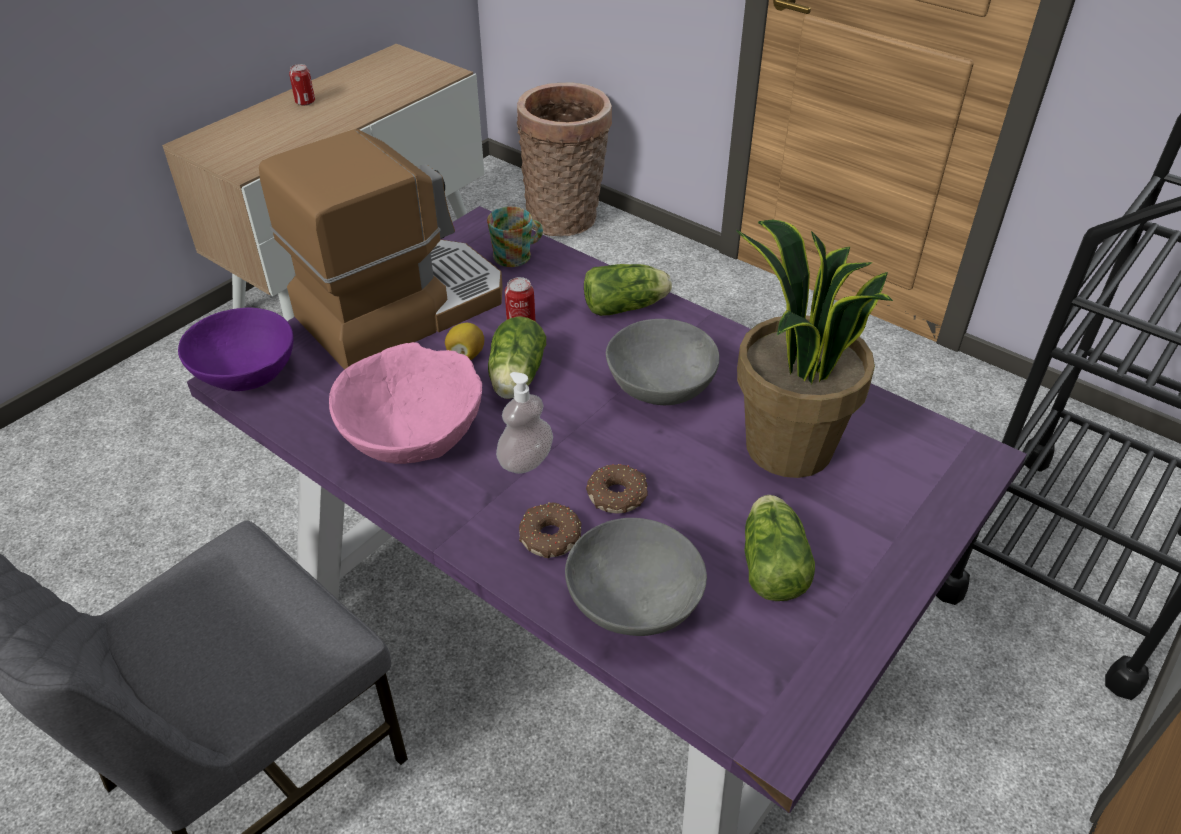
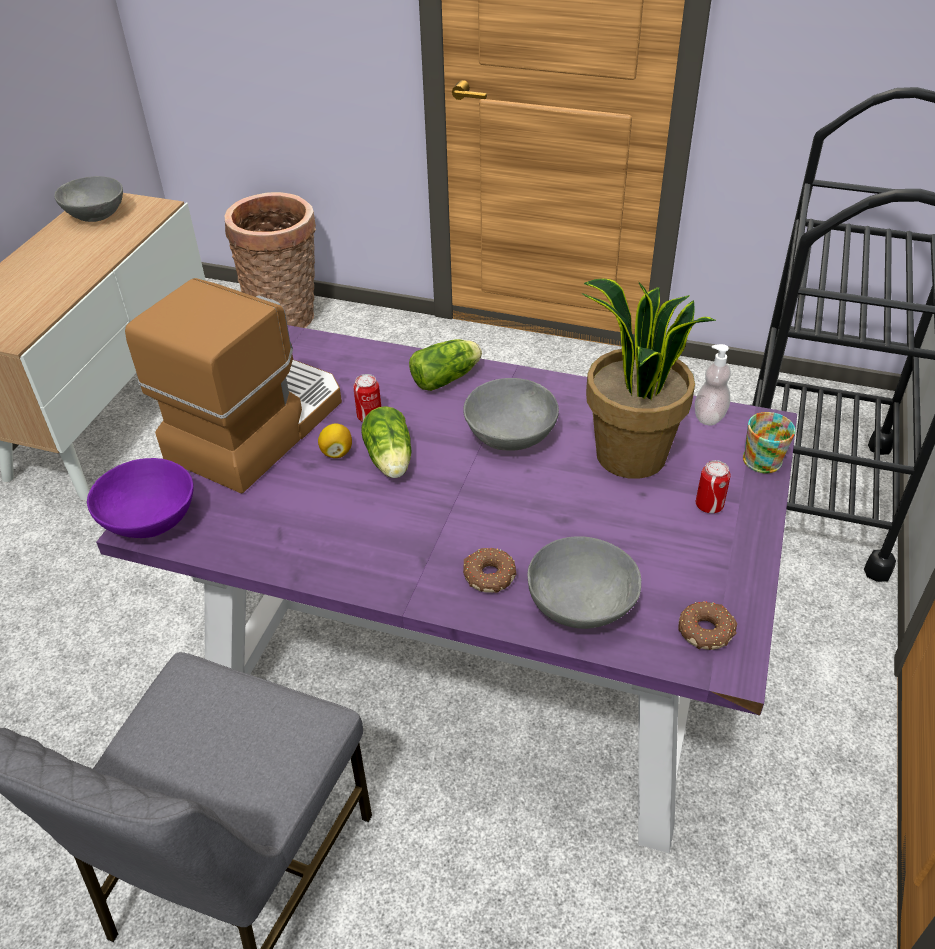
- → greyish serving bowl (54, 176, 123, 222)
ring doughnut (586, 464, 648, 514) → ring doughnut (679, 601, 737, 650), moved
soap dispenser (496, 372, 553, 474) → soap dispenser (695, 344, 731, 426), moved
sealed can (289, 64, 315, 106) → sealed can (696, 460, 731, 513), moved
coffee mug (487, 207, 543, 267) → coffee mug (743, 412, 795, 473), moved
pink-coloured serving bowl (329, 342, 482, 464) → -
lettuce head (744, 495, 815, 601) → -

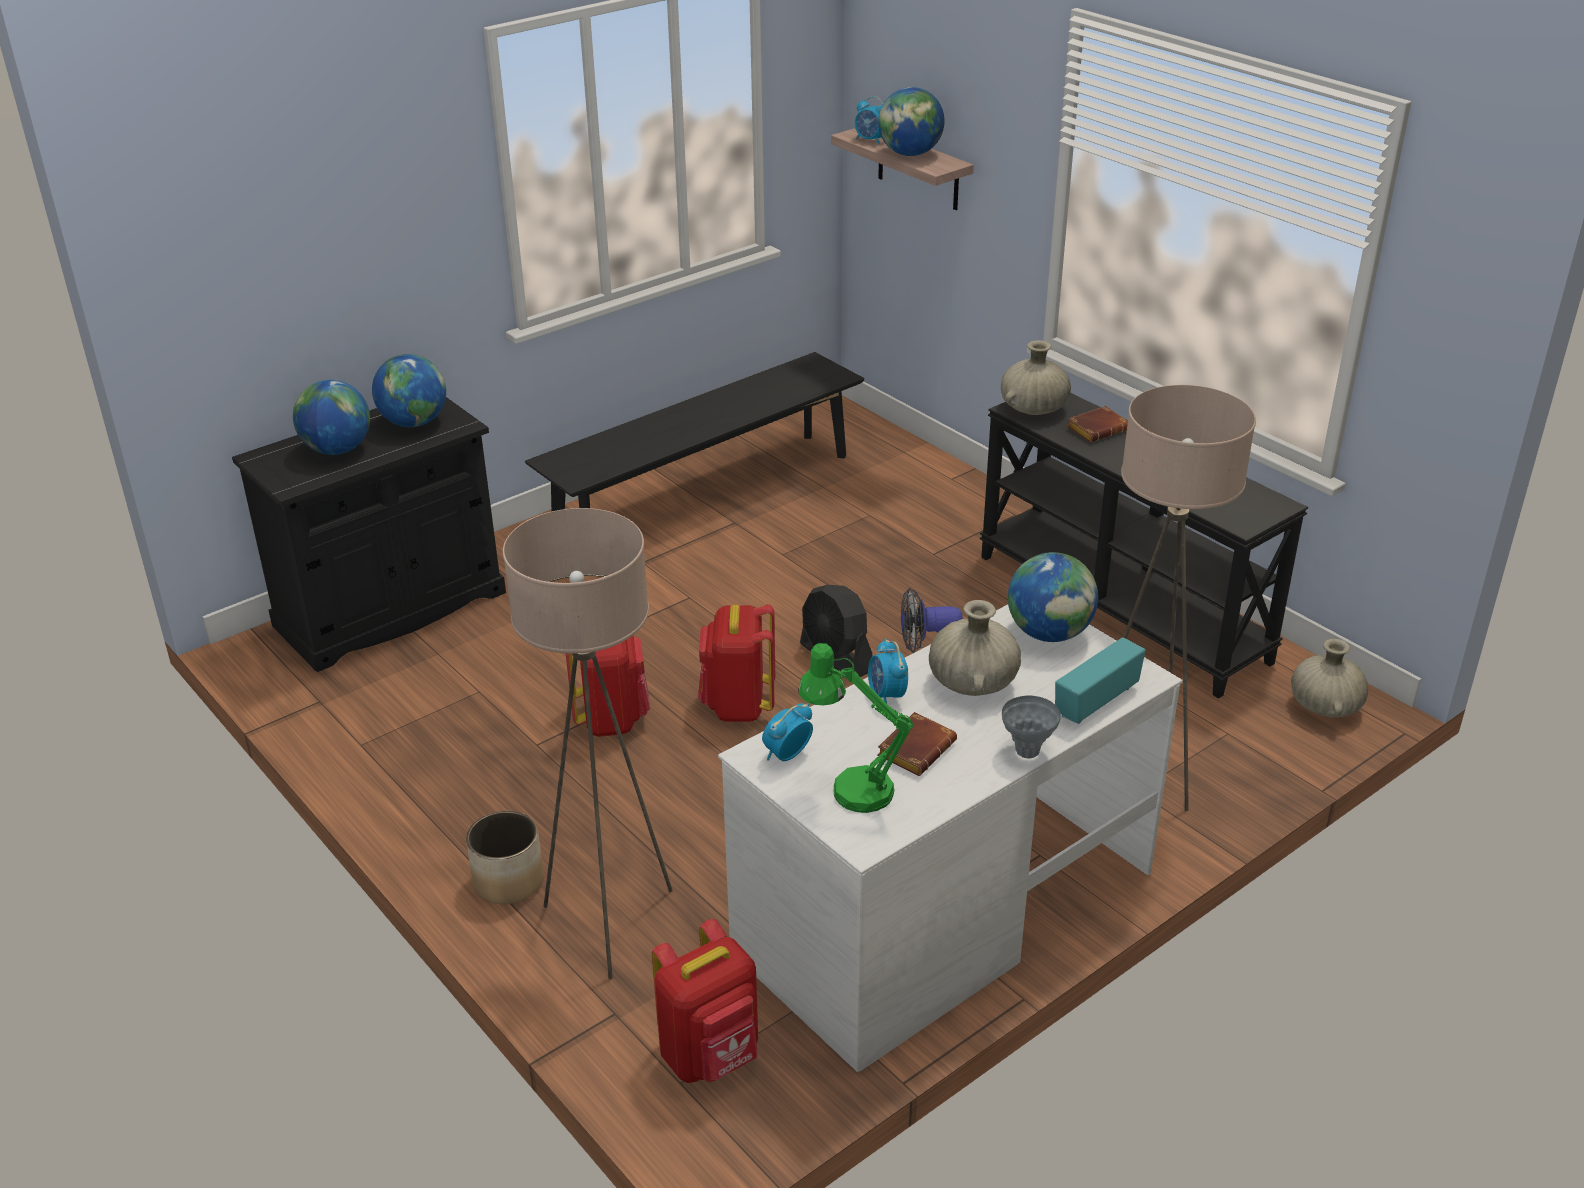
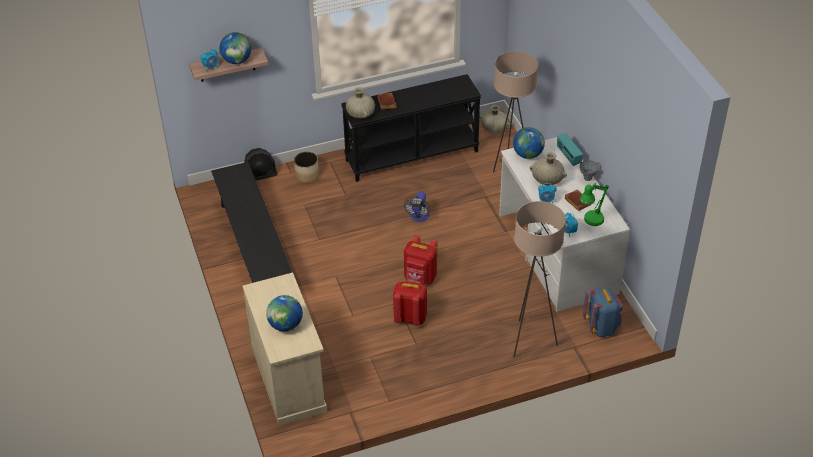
black cabinet (232, 397, 506, 672) → beige-coloured cabinet (242, 273, 327, 426)
black cooling fan (800, 585, 872, 677) → black cooling fan (244, 148, 277, 180), moved
flower pot (466, 811, 544, 904) → flower pot (294, 152, 319, 183), moved
red knapsack (652, 919, 758, 1083) → blue-coloured knapsack (583, 287, 623, 337)
world globe (372, 354, 446, 427) → -

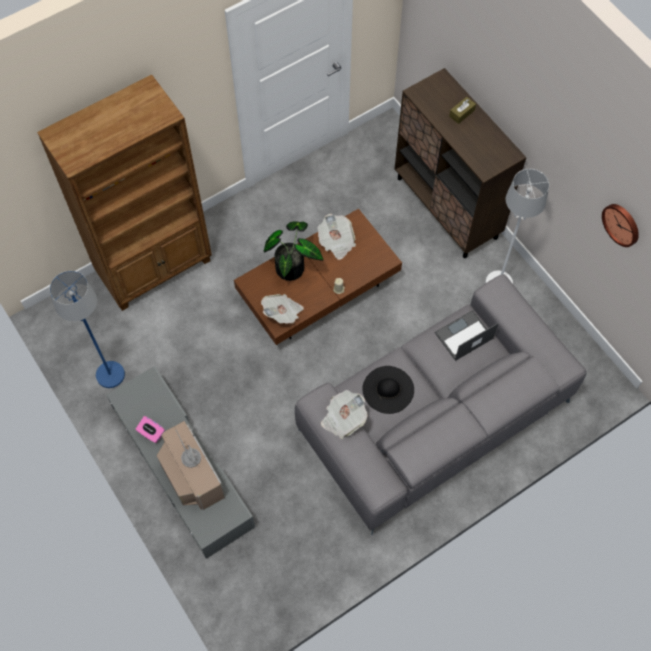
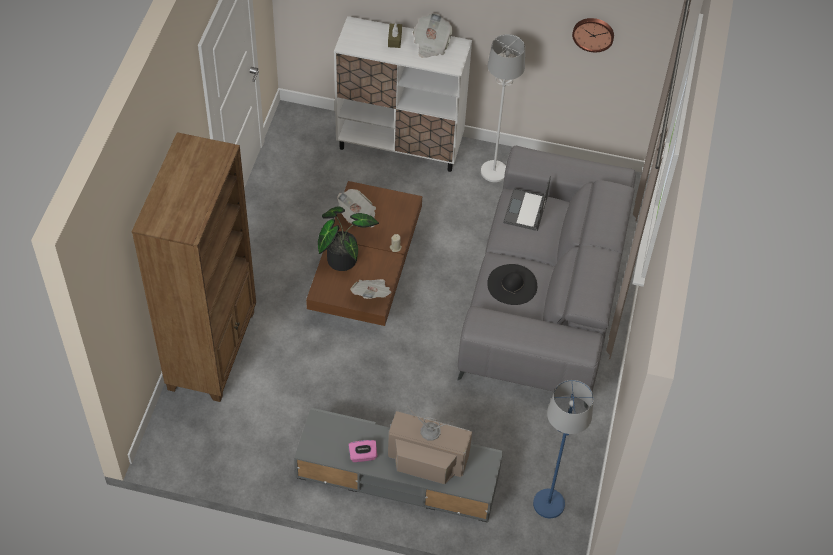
brown-coloured cabinet (395, 68, 527, 258) → white cabinet (334, 16, 472, 172)
printed paper (321, 390, 367, 439) → printed paper (413, 13, 453, 58), moved
blue-coloured standing lamp (50, 271, 125, 388) → blue-coloured standing lamp (533, 380, 594, 518), moved

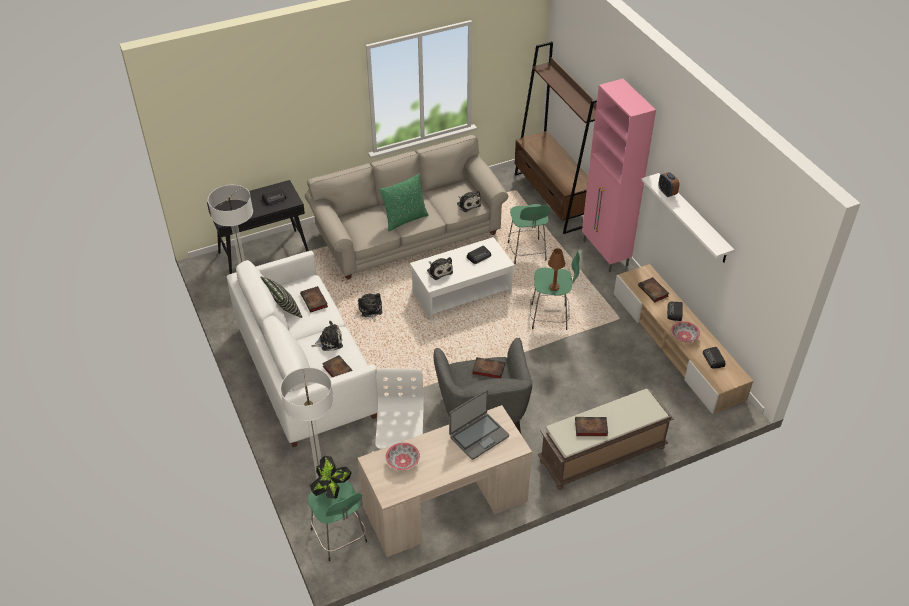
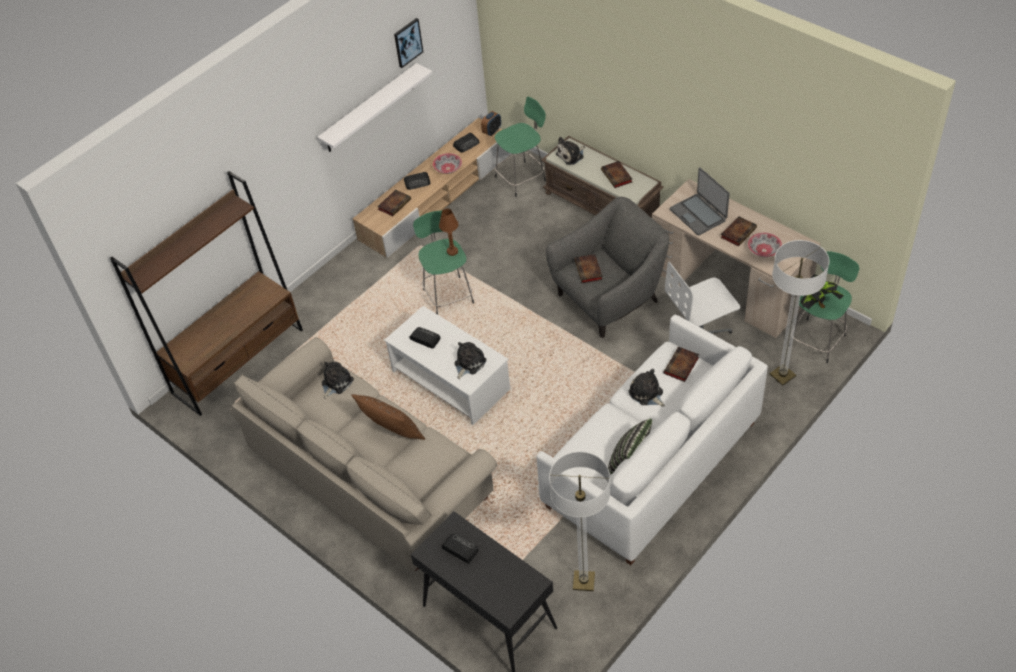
green pillow (379, 173, 429, 231) → brown-coloured pillow (351, 394, 425, 440)
- → wall picture (394, 18, 423, 68)
bedside clock (658, 172, 680, 197) → bedside clock (481, 111, 501, 136), moved
green stool (508, 204, 550, 264) → green stool (495, 97, 546, 197), moved
cuddly toy (358, 293, 382, 322) → cuddly toy (556, 137, 585, 165), moved
notebook computer (449, 390, 509, 460) → notebook computer (670, 167, 729, 235), 150 degrees counterclockwise
book (300, 286, 328, 312) → book (721, 216, 757, 246), moved
pink-coloured cabinet (582, 79, 656, 272) → -

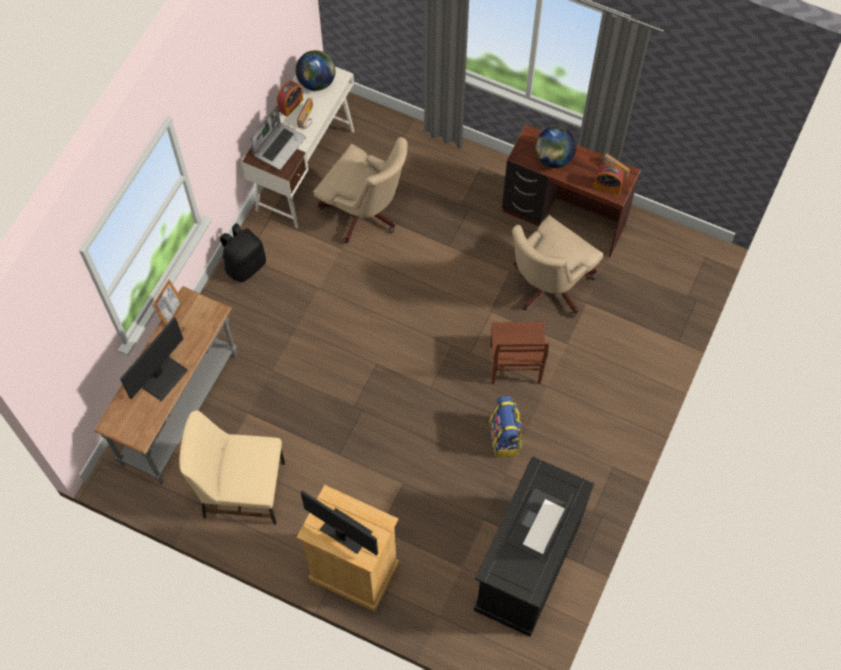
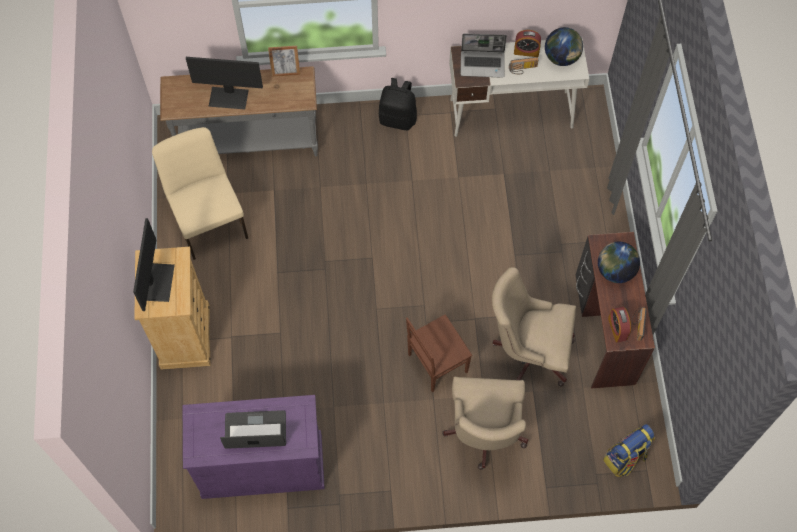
black cabinet (474, 456, 594, 637) → purplish cabinet (183, 395, 325, 499)
beige-coloured desk chair (313, 137, 408, 243) → beige-coloured desk chair (442, 377, 528, 470), moved
knapsack (489, 396, 523, 458) → knapsack (603, 424, 655, 477), moved

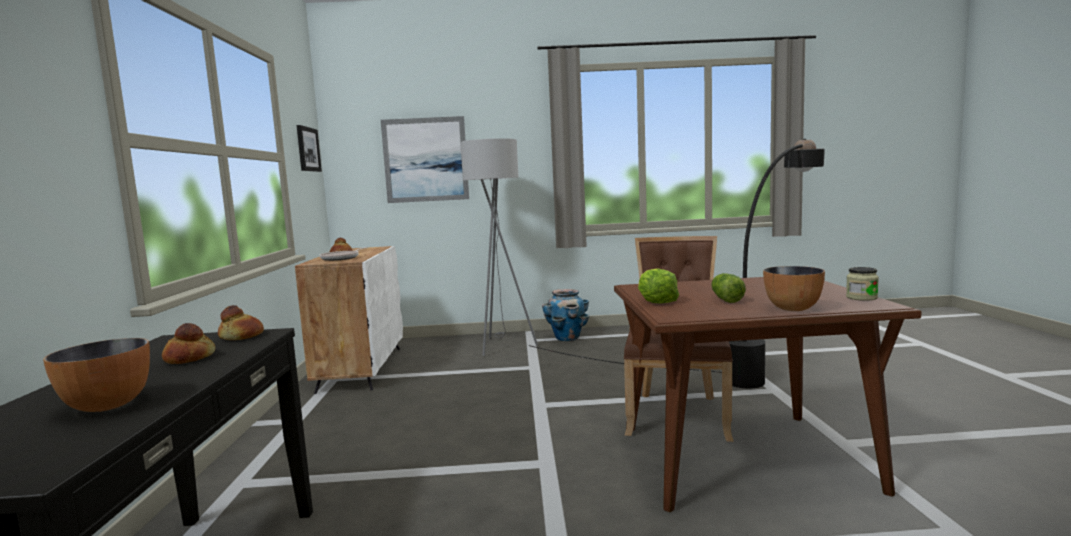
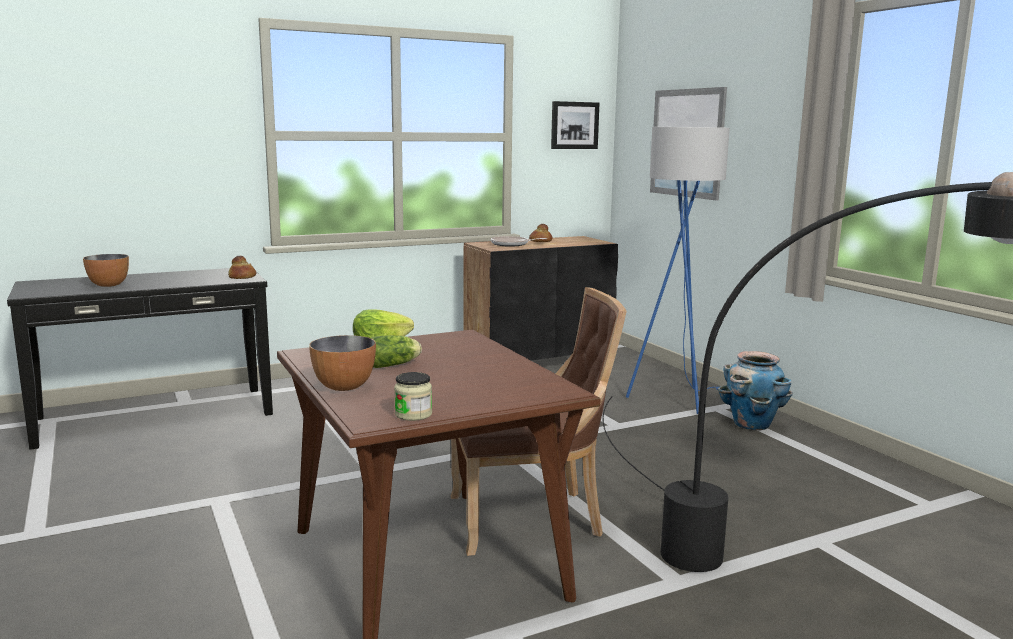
white cabinet (295, 246, 403, 394) → black cabinet (464, 236, 618, 360)
greyish standing lamp (460, 138, 538, 356) → blue-coloured standing lamp (626, 127, 730, 414)
baked bread (162, 323, 215, 364) → -

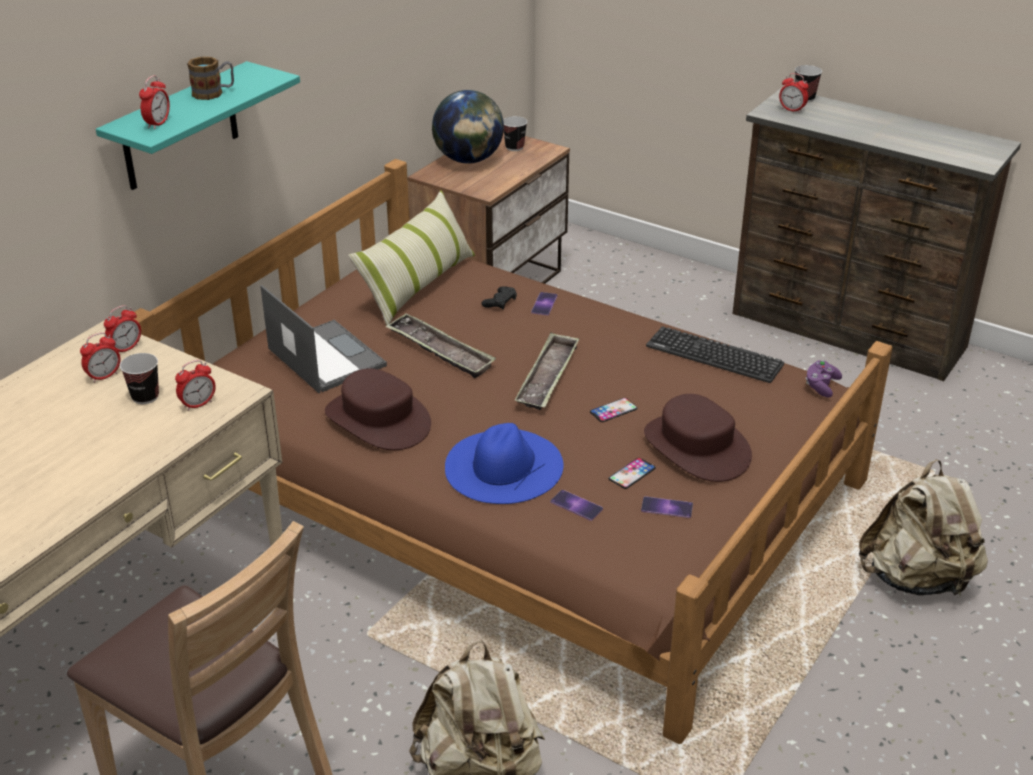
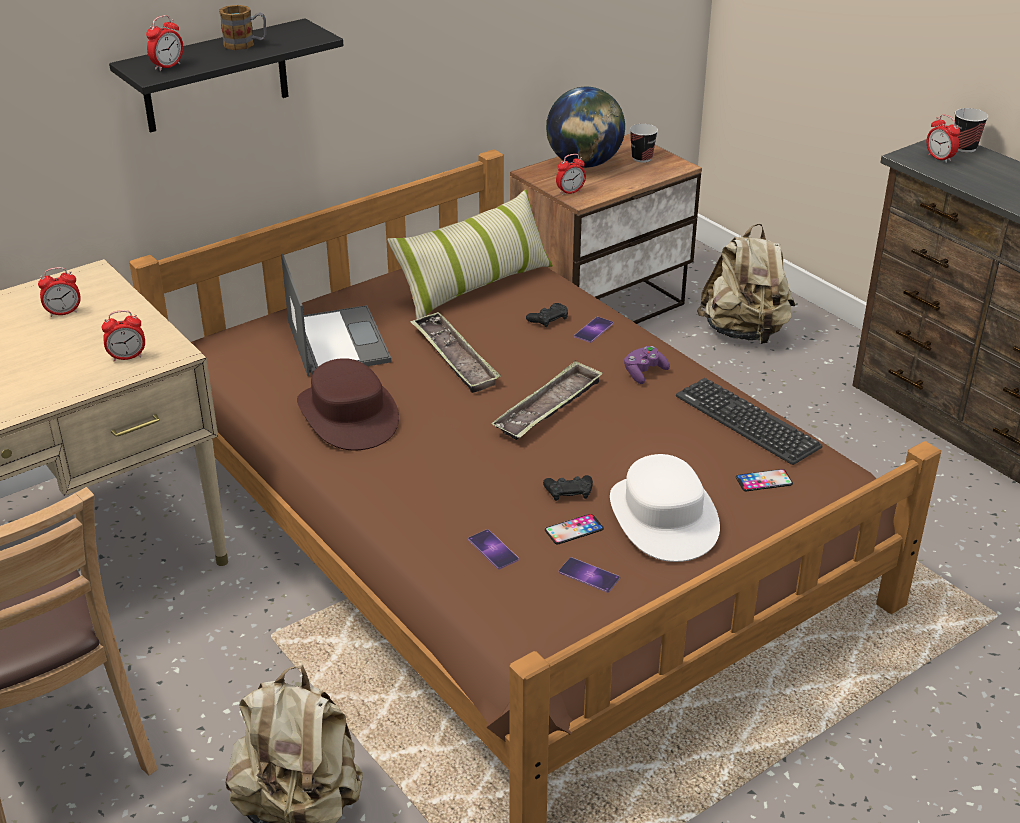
turquoise-coloured shelf (96, 61, 300, 190) → black shelf (109, 18, 344, 133)
- → black gamepad (543, 475, 593, 501)
bedside clock (104, 305, 141, 352) → bedside clock (556, 154, 586, 195), moved
brown-coloured hat (644, 394, 752, 482) → white hat (610, 454, 720, 562)
purplish gamepad (806, 360, 842, 397) → purplish gamepad (624, 346, 670, 384), moved
beige-coloured knapsack (859, 459, 988, 596) → beige-coloured knapsack (697, 223, 795, 344), moved
telephone (590, 398, 638, 422) → telephone (736, 469, 793, 491), moved
drinking cup (120, 353, 159, 404) → -
blue-coloured hat (445, 423, 564, 504) → -

